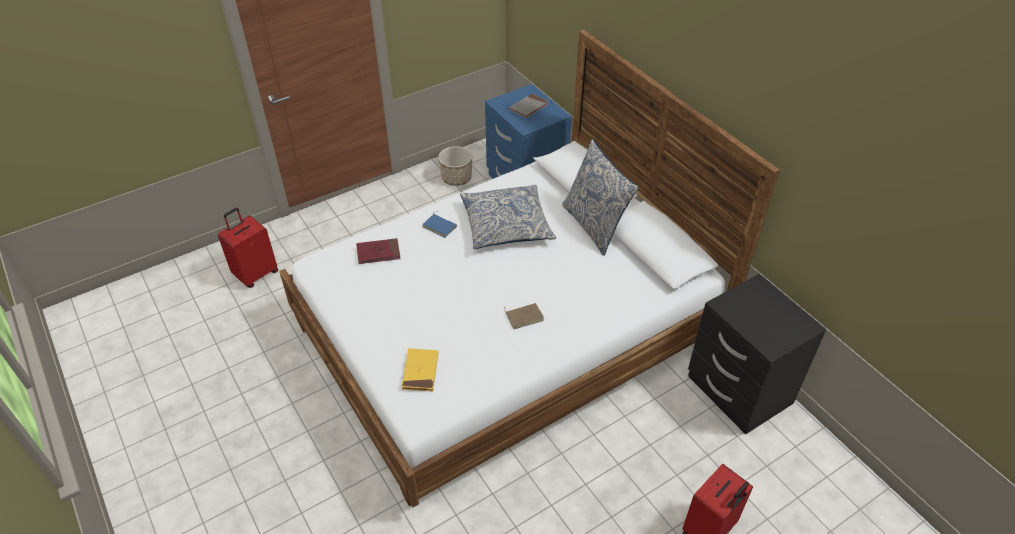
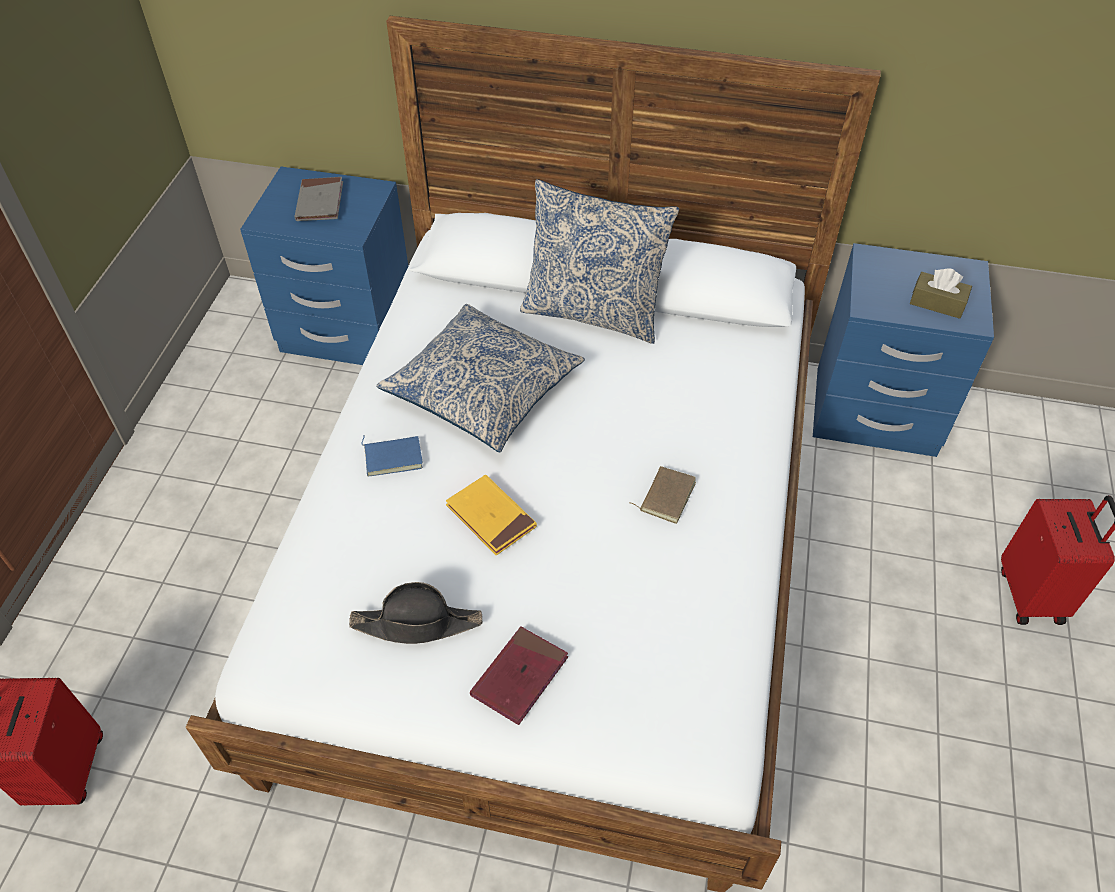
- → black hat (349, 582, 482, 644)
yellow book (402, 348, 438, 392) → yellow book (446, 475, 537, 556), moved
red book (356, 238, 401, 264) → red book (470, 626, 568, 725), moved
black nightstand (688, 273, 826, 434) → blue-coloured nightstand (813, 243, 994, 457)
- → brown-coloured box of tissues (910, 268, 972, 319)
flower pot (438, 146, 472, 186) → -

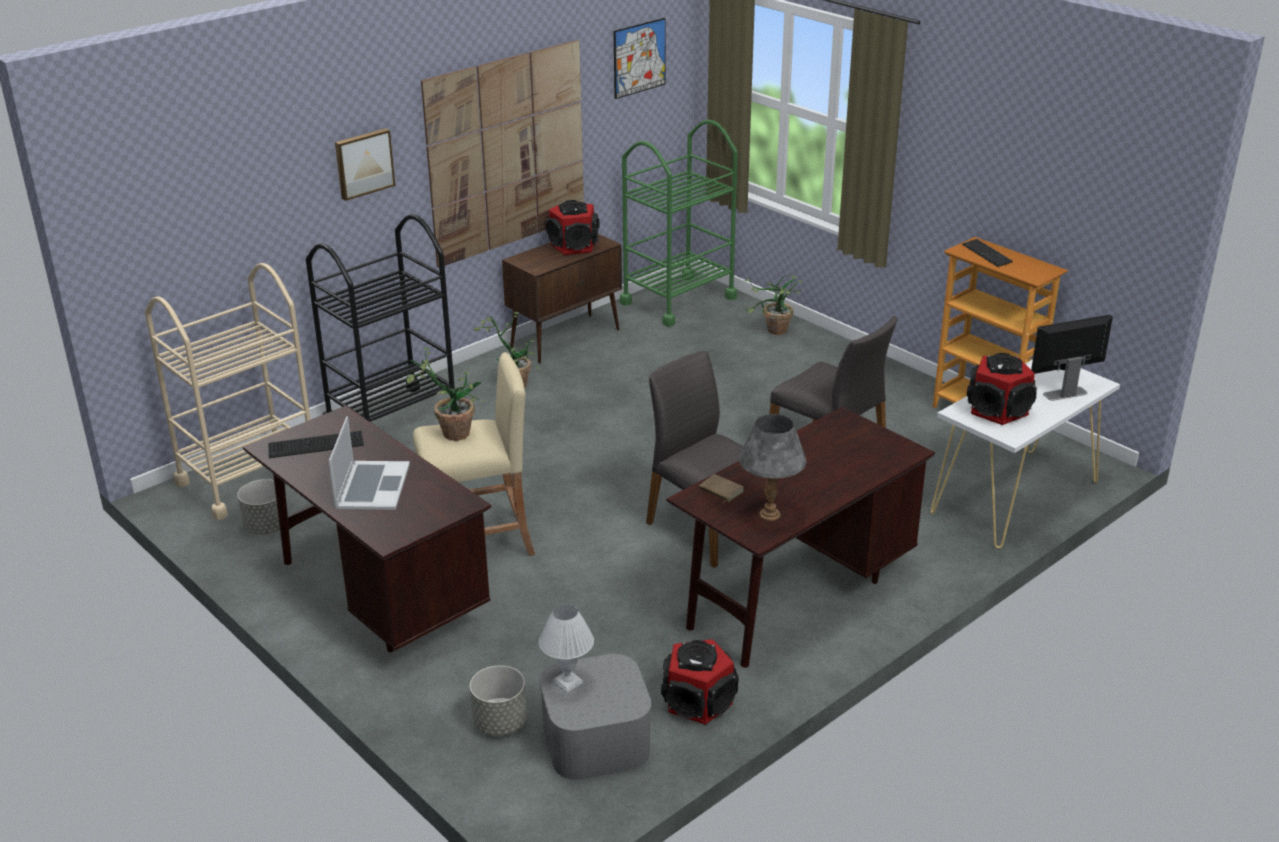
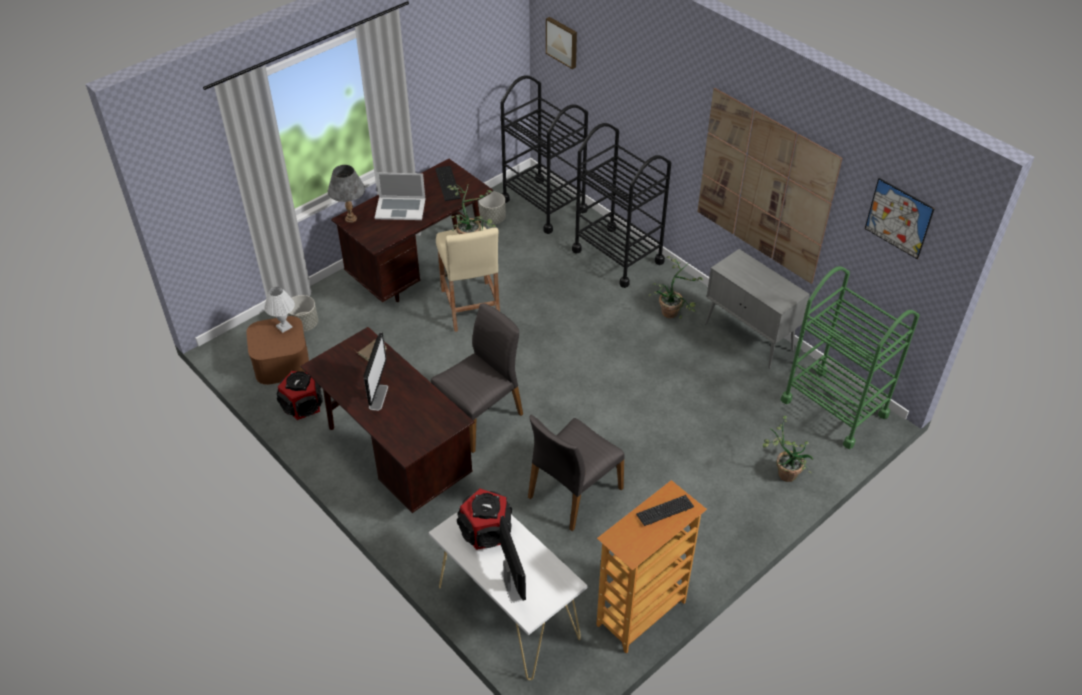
greyish storage bin (539, 654, 651, 781) → brown-coloured storage bin (246, 316, 309, 385)
greyish lamp for a table (739, 414, 807, 521) → greyish lamp for a table (328, 165, 365, 223), moved
- → computer screen (363, 332, 388, 411)
beige-coloured cart (145, 263, 311, 520) → black cart (500, 75, 588, 234)
wall picture (335, 128, 395, 201) → wall picture (546, 17, 577, 69), moved
brown-coloured cabinet (502, 234, 622, 363) → greyish cabinet (705, 249, 810, 369)
audio speaker (546, 200, 599, 255) → -

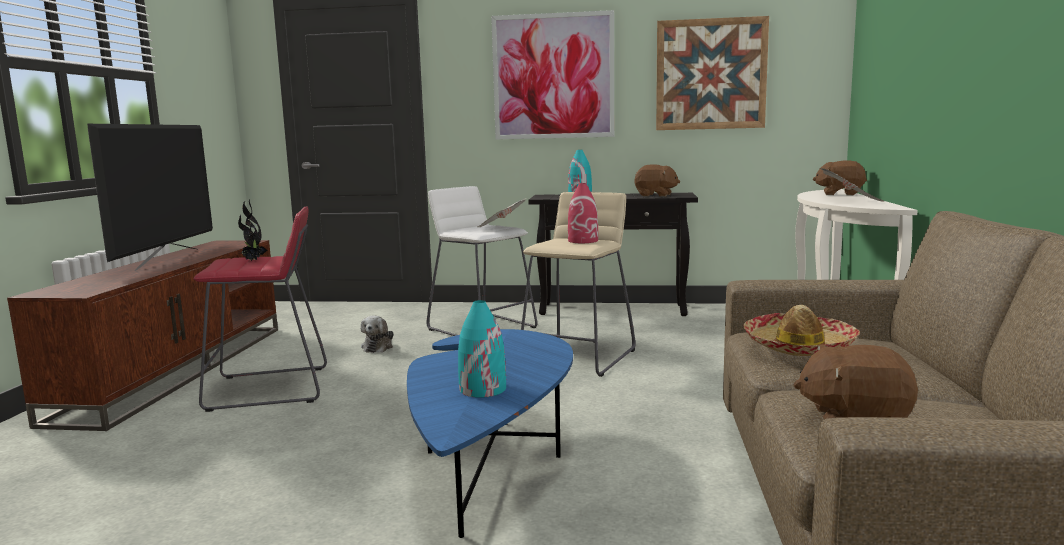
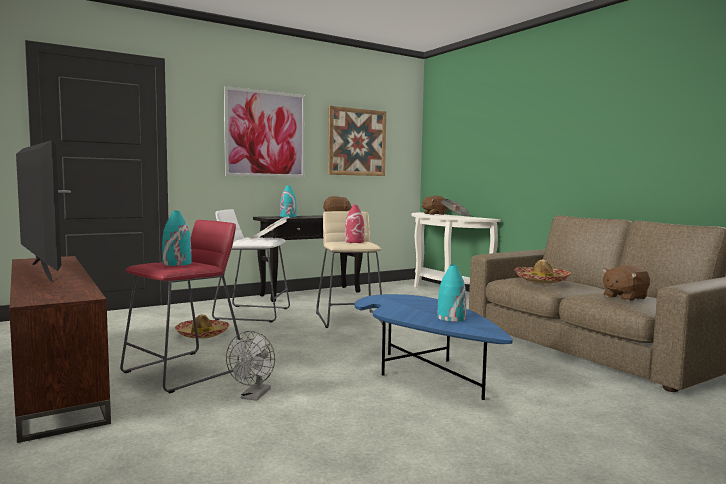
houseplant (238, 199, 267, 261) → turquoise-coloured vase (162, 211, 192, 266)
cuddly toy (360, 316, 393, 353) → hat (175, 314, 229, 339)
- → greyish cooling fan (226, 331, 275, 401)

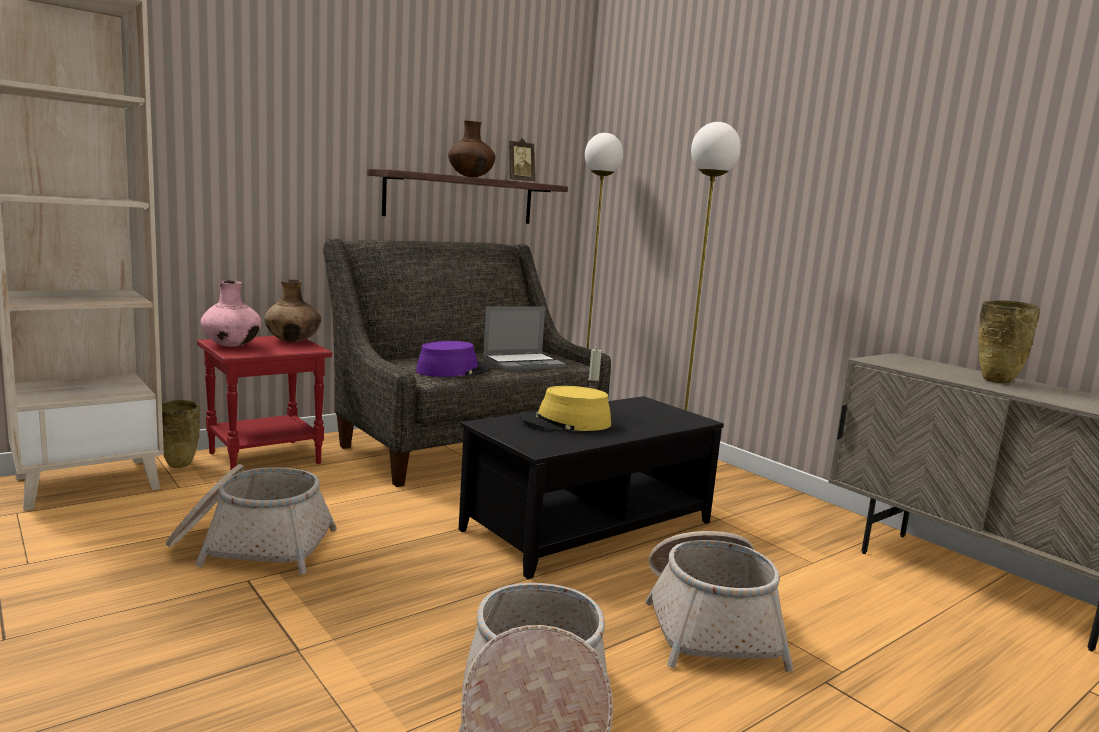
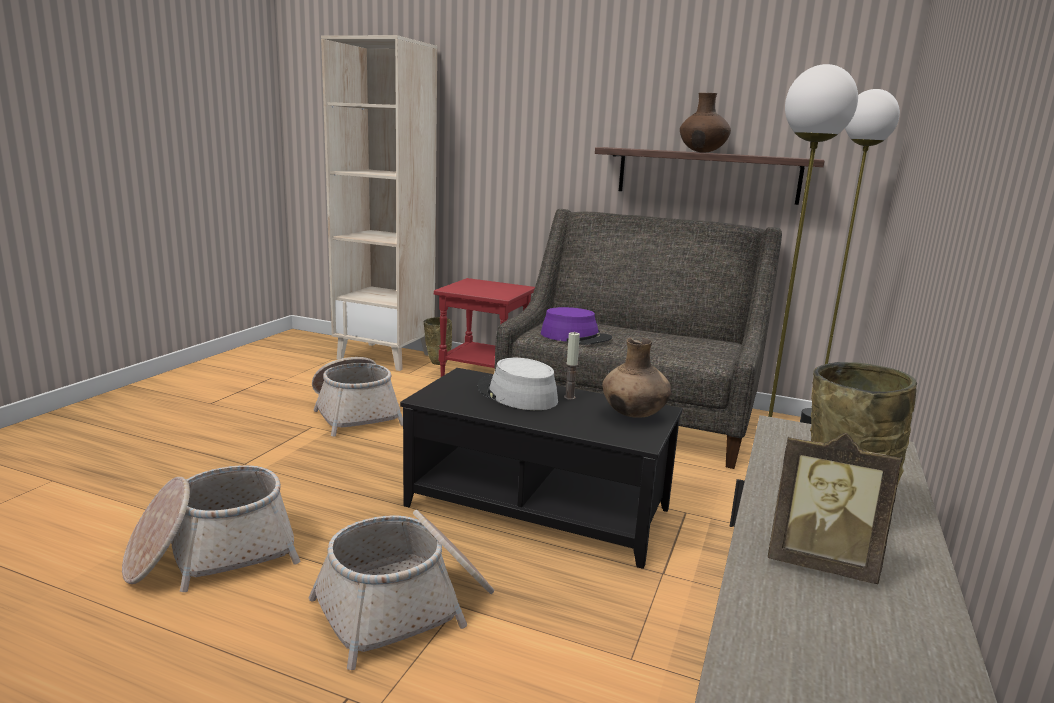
yellow hat (520, 386, 611, 432) → greyish hat (477, 358, 558, 410)
brown-coloured vase (264, 279, 321, 342) → brown-coloured vase (602, 337, 672, 418), moved
picture frame (506, 138, 535, 182) → picture frame (768, 433, 903, 584), moved
pink-coloured vase (200, 280, 262, 347) → -
notebook computer (483, 306, 565, 371) → -

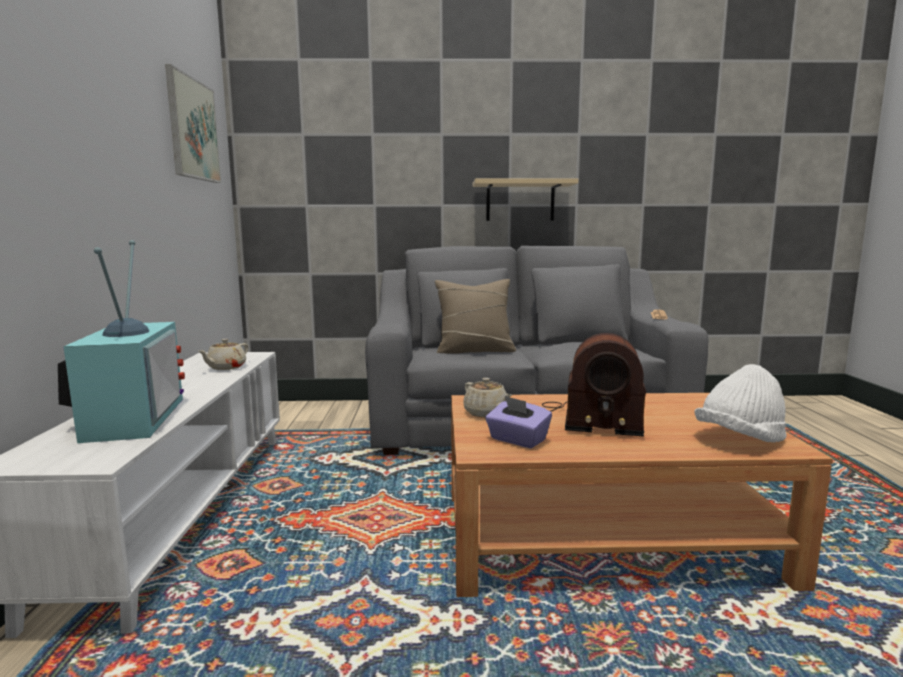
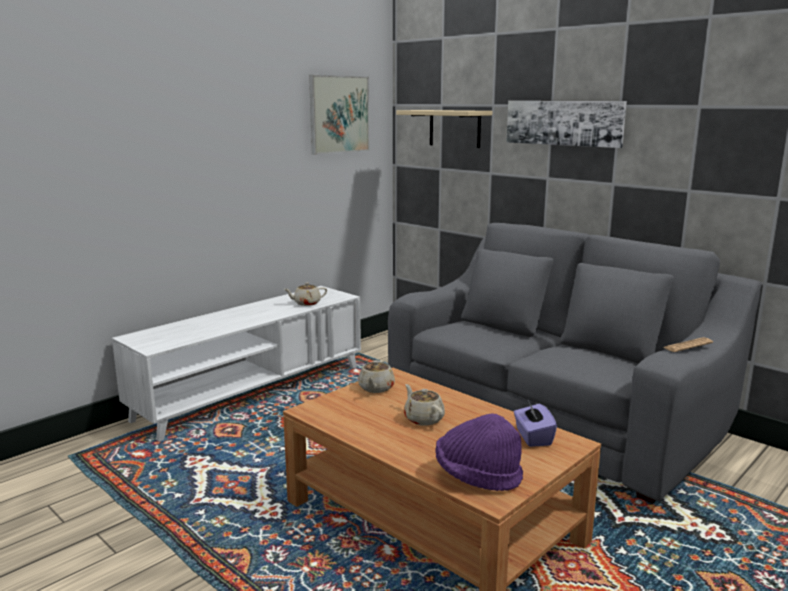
beige-coloured shelf (473, 178, 578, 221) → beige-coloured shelf (396, 110, 492, 148), moved
radio (542, 333, 646, 437) → beige-coloured teapot (404, 384, 445, 426)
white hat (694, 364, 786, 442) → purplish hat (436, 413, 523, 491)
- → wall picture (506, 101, 627, 148)
purplish box of tissues (485, 396, 552, 448) → purplish box of tissues (514, 400, 557, 447), moved
TV (58, 240, 185, 443) → -
beige-coloured pillow (435, 279, 516, 354) → -

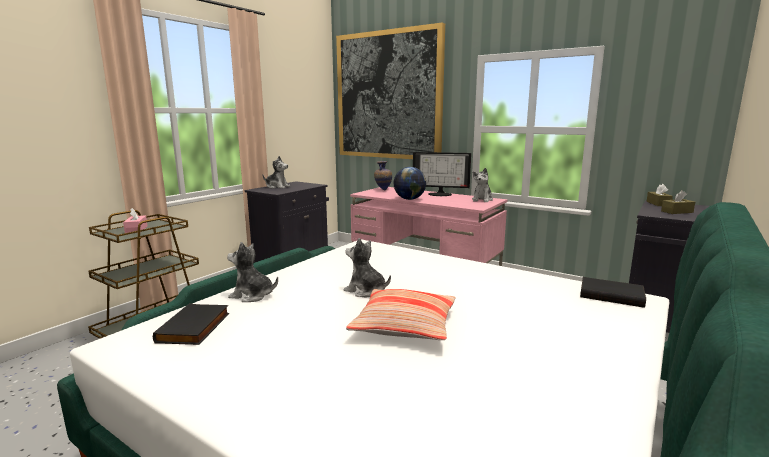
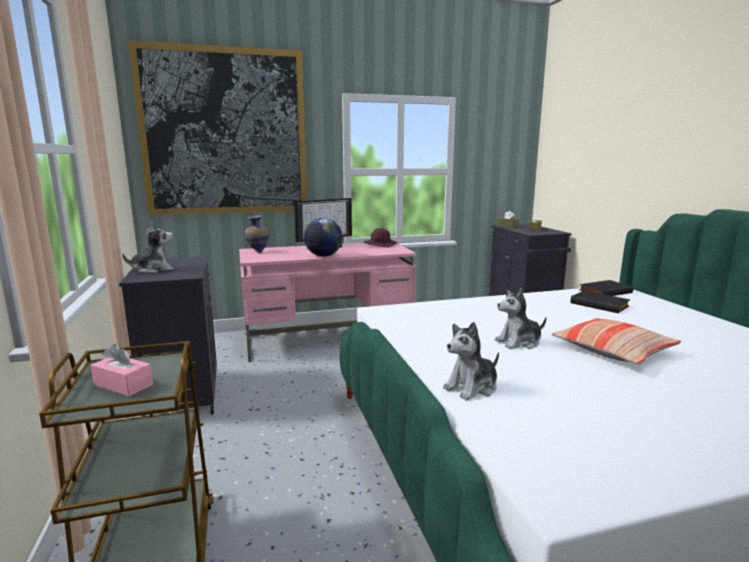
cuddly toy (472, 168, 493, 202) → purplish hat (364, 228, 397, 248)
black book (153, 303, 229, 345) → black book (571, 291, 630, 313), moved

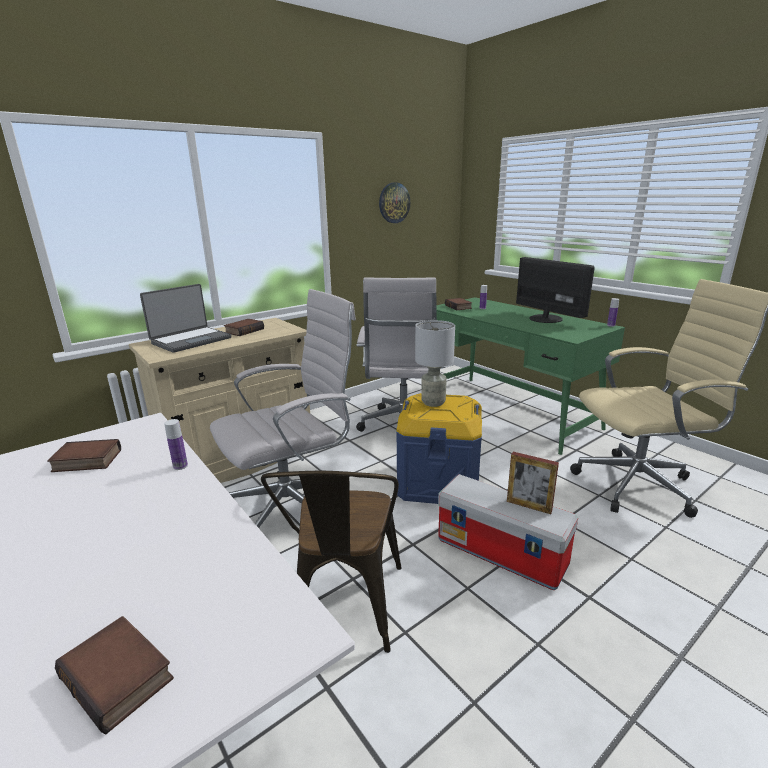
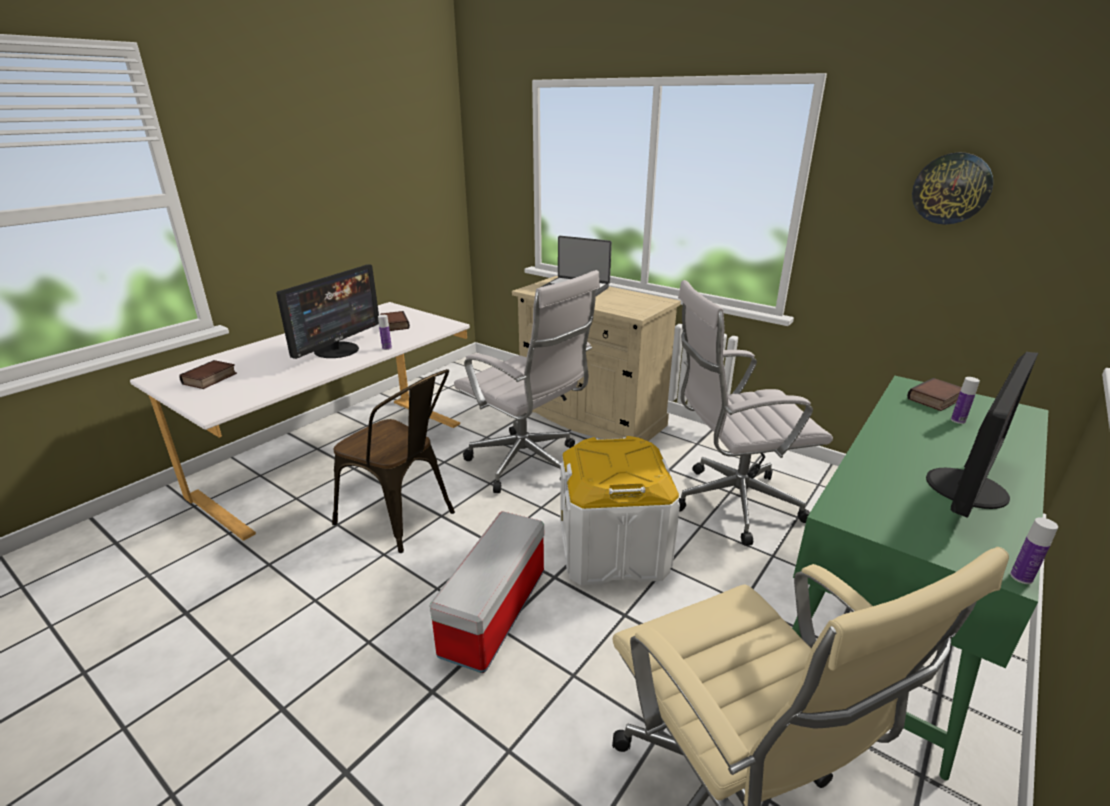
- → computer screen (276, 265, 379, 359)
brown-coloured chair (261, 471, 401, 653) → brown-coloured chair (332, 369, 455, 553), 135 degrees counterclockwise
blue-coloured storage bin (396, 393, 482, 504) → white storage bin (560, 436, 680, 585)
book (224, 319, 264, 336) → -
greyish lamp for a table (415, 320, 455, 407) → -
picture frame (507, 452, 559, 514) → -

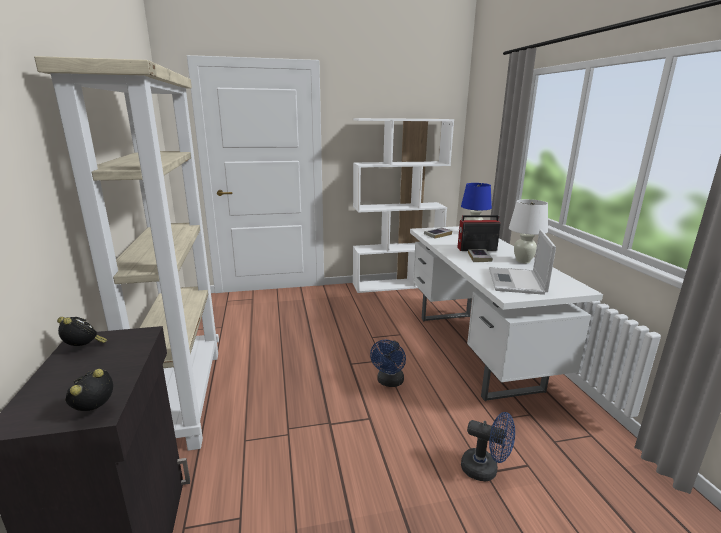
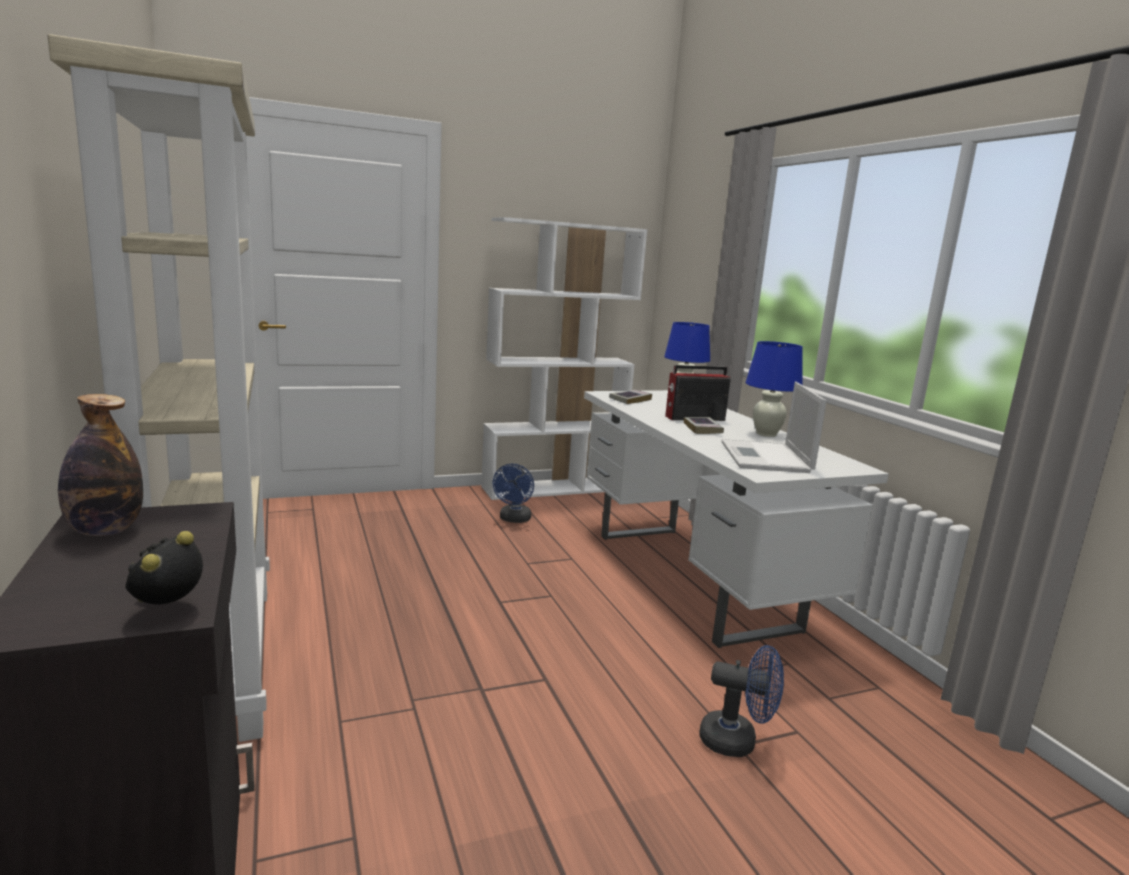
bedside clock (57, 317, 108, 346) → drink bottle (58, 394, 143, 536)
blue-coloured cooling fan (370, 340, 406, 387) → blue-coloured cooling fan (493, 464, 534, 523), moved
white lamp for a table (509, 199, 548, 263) → blue-coloured lamp for a table (746, 341, 803, 437)

